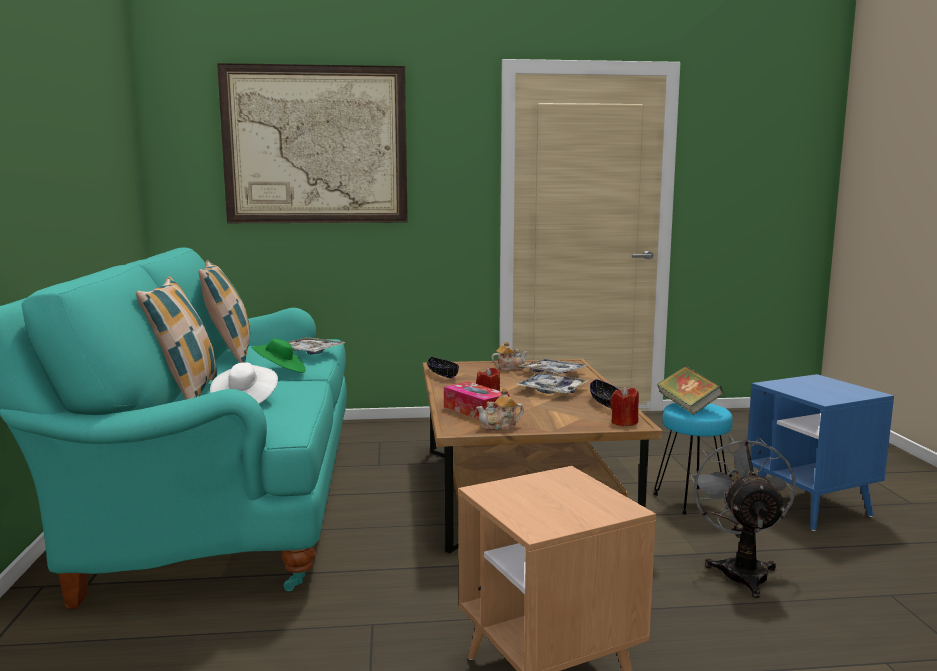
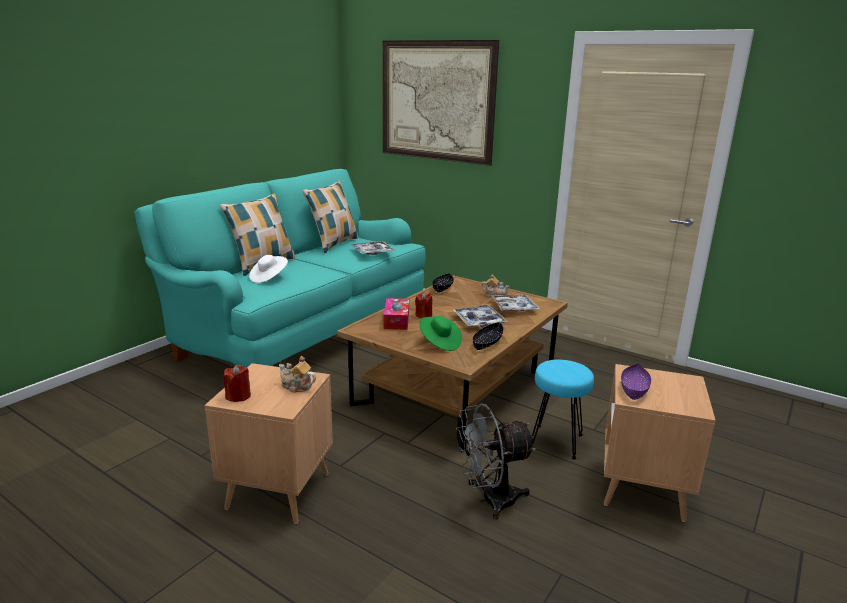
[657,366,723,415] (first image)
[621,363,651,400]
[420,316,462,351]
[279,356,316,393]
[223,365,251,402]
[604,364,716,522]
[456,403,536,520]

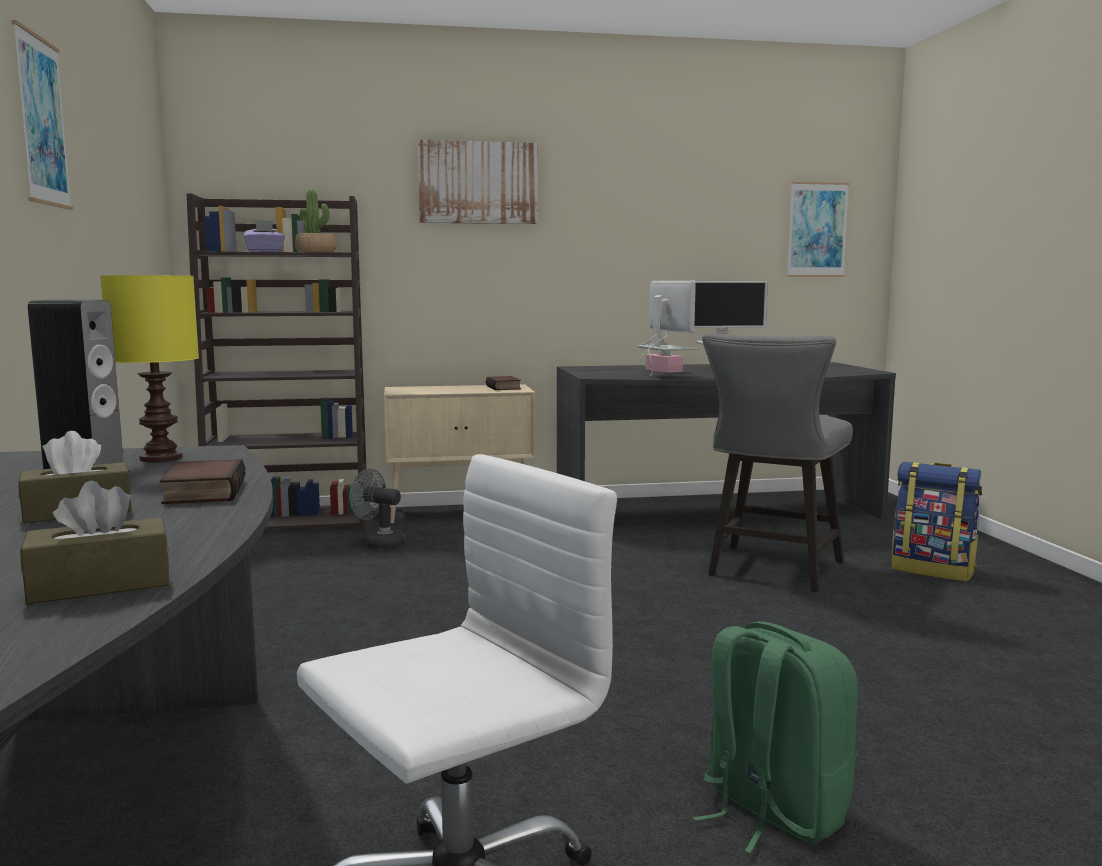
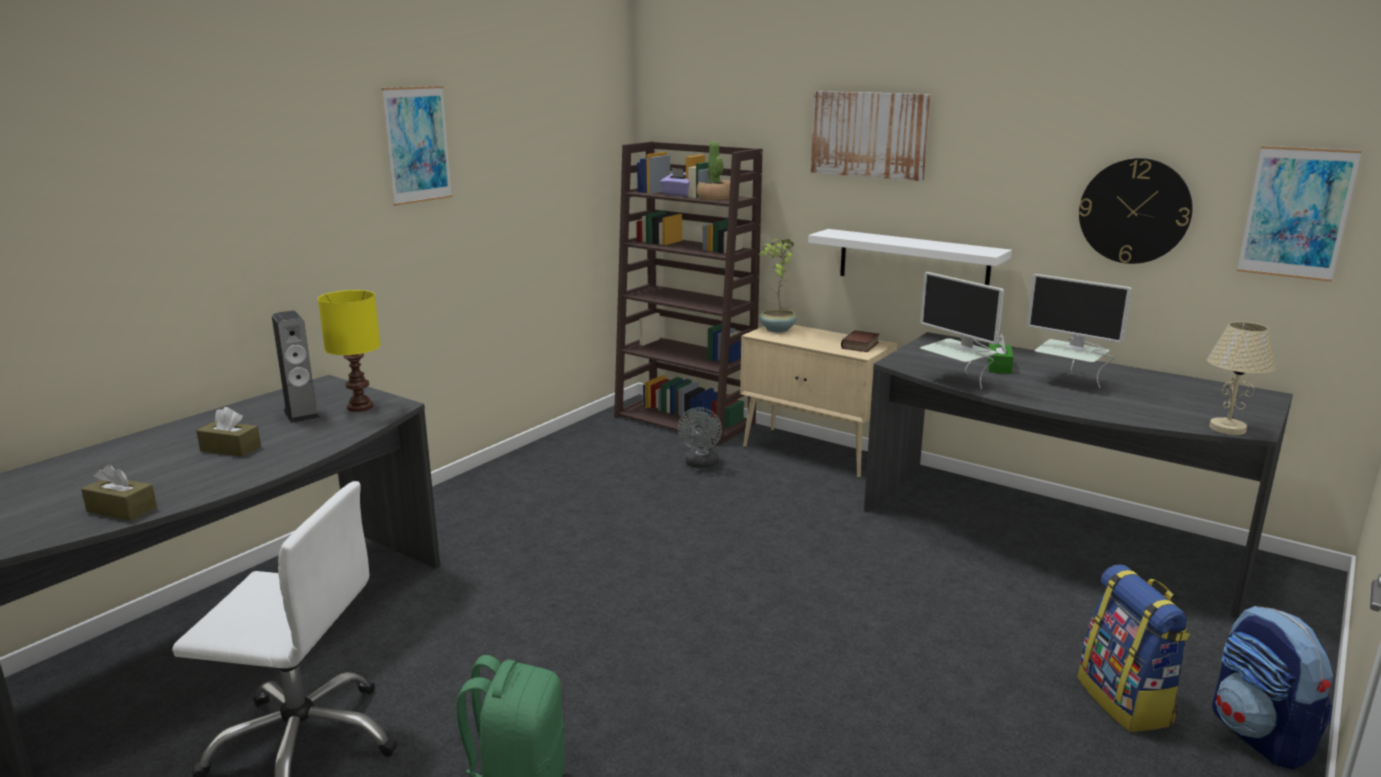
[160,459,245,504] (first image)
[702,333,853,592] (first image)
[758,239,796,332]
[808,229,1012,285]
[1079,158,1193,264]
[1207,322,1276,435]
[1212,606,1333,770]
[987,333,1014,374]
[678,407,722,468]
[920,272,1004,389]

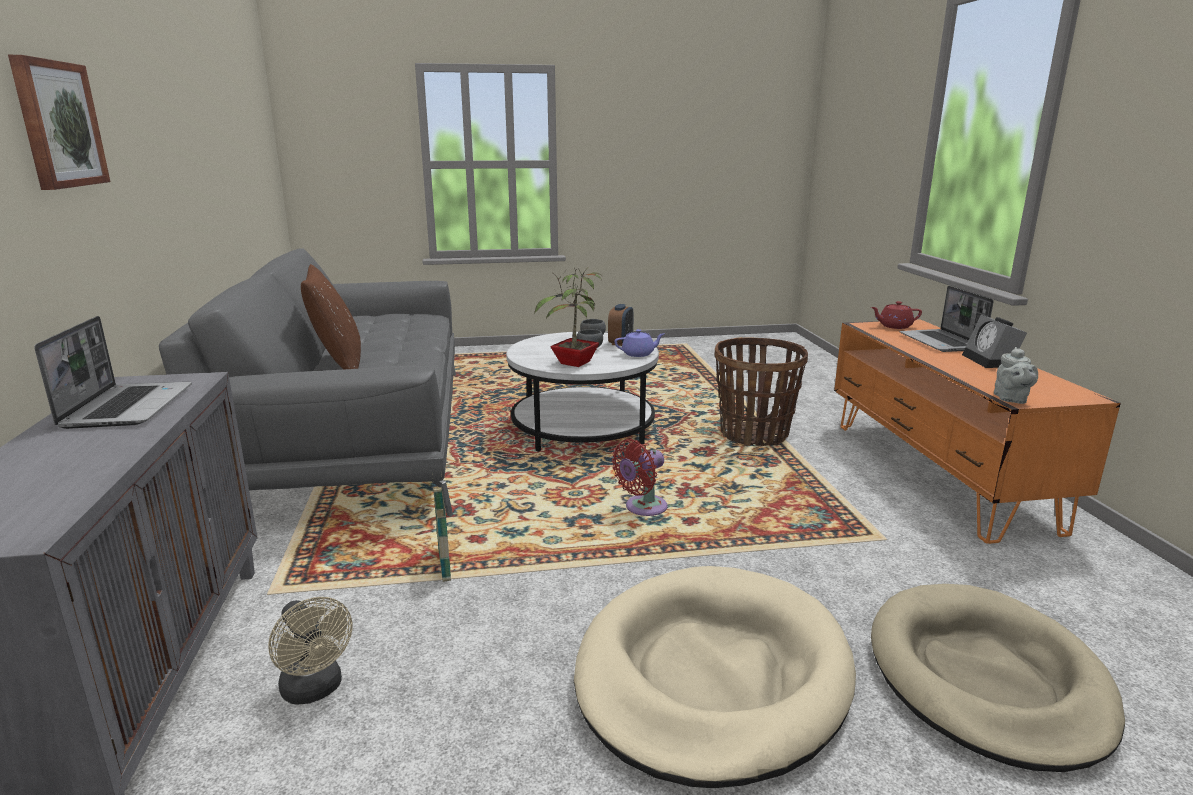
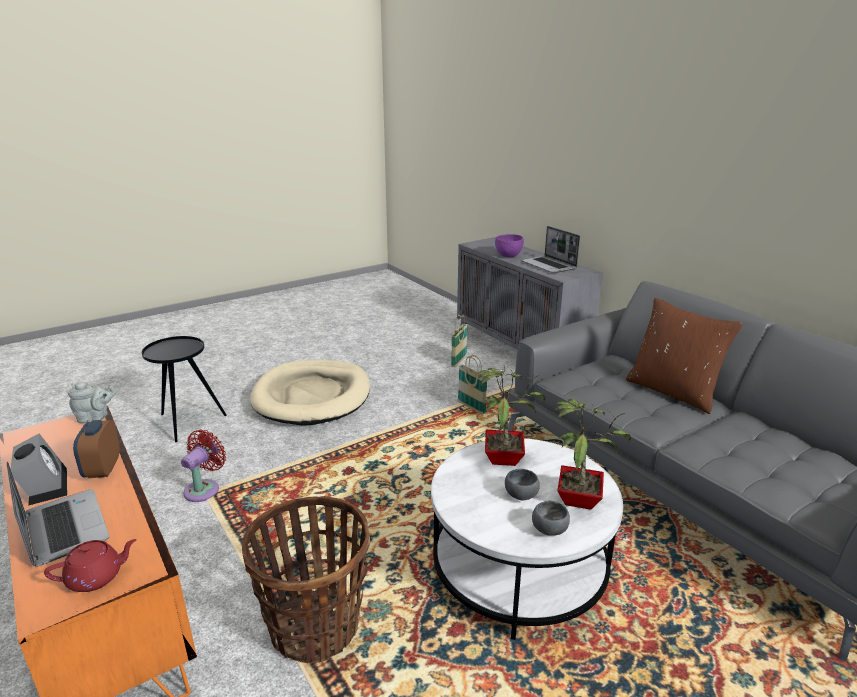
[8,55,110,190] (first image)
[614,329,665,357] (first image)
[495,234,524,257]
[554,399,631,510]
[73,420,120,478]
[181,430,226,502]
[451,315,467,367]
[142,336,227,442]
[68,382,117,423]

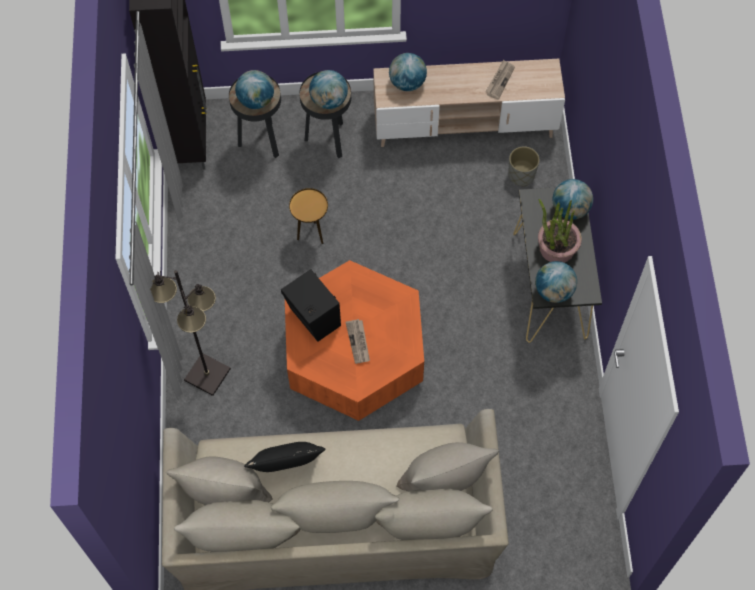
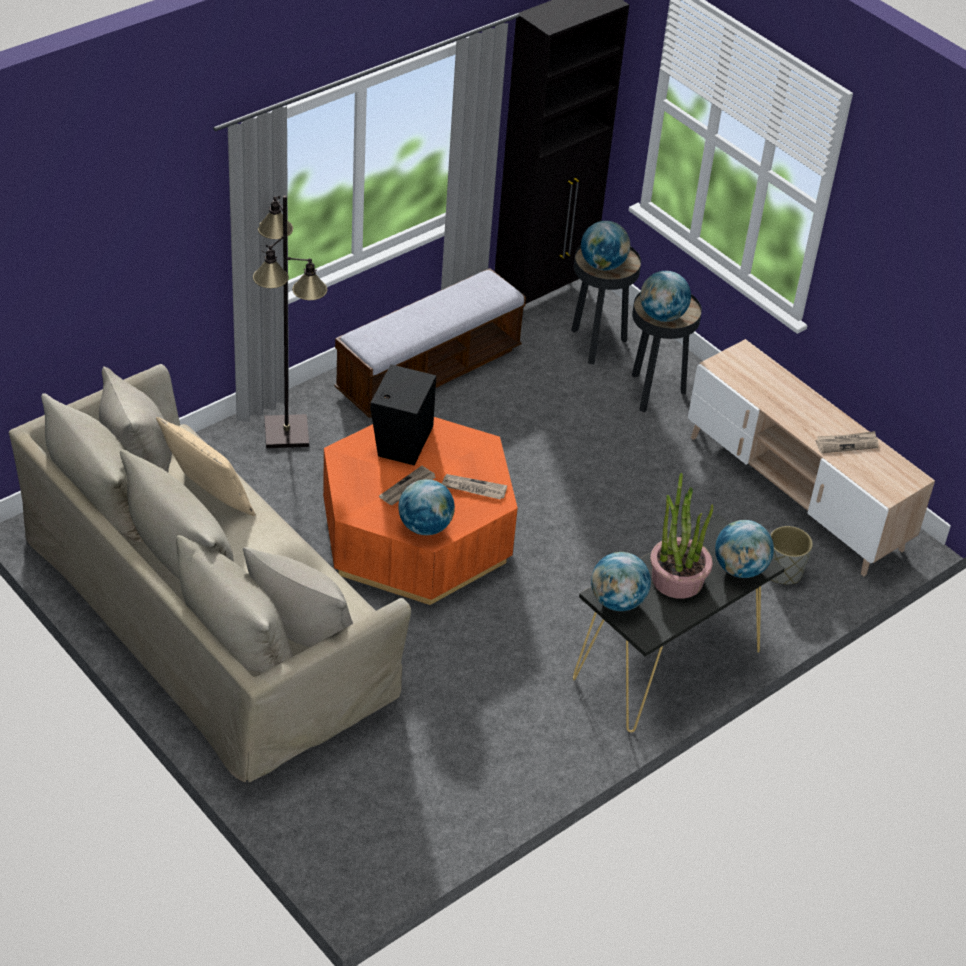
[289,188,328,244] (first image)
[335,268,526,418]
[441,474,507,500]
[398,479,455,535]
[156,417,256,516]

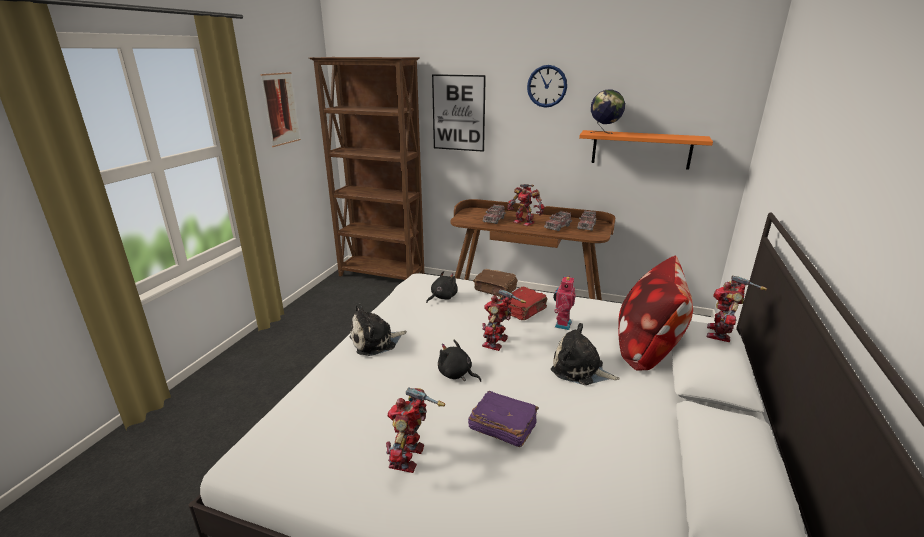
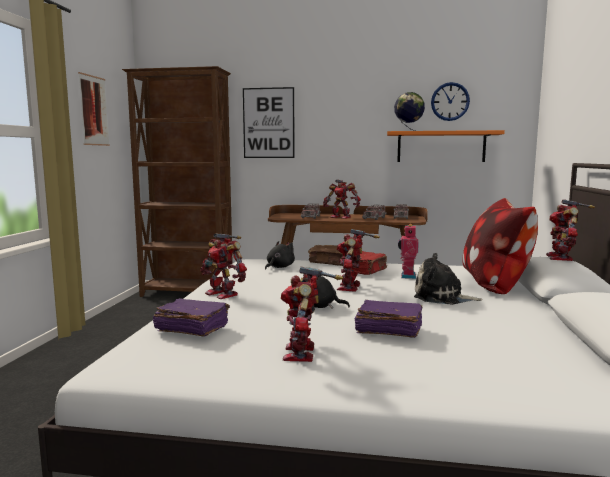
[153,298,230,337]
[431,82,470,121]
[200,233,247,299]

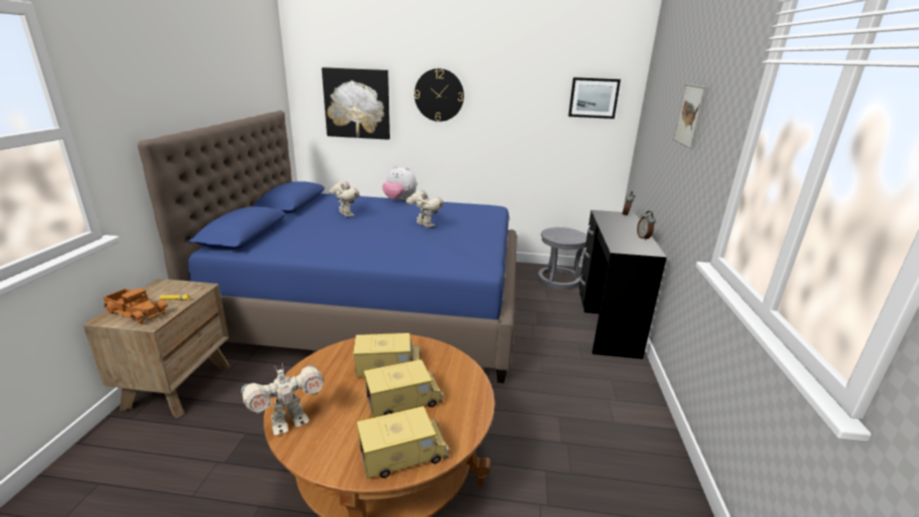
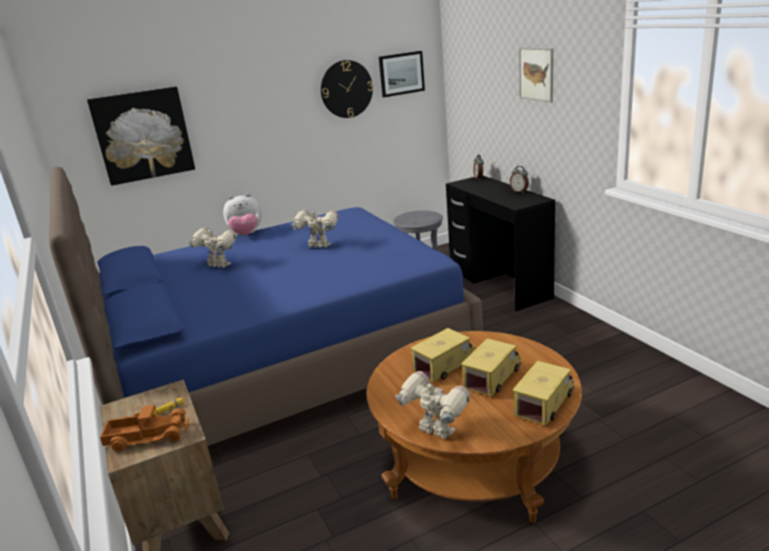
[321,60,373,118]
[395,371,470,439]

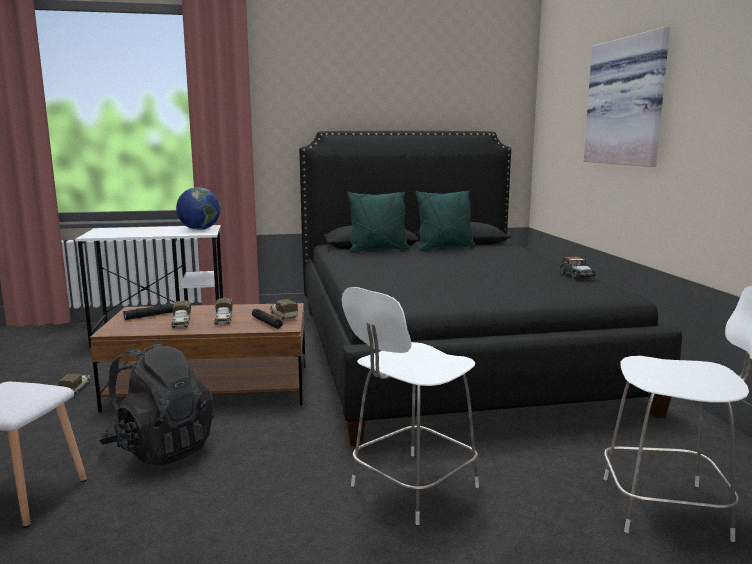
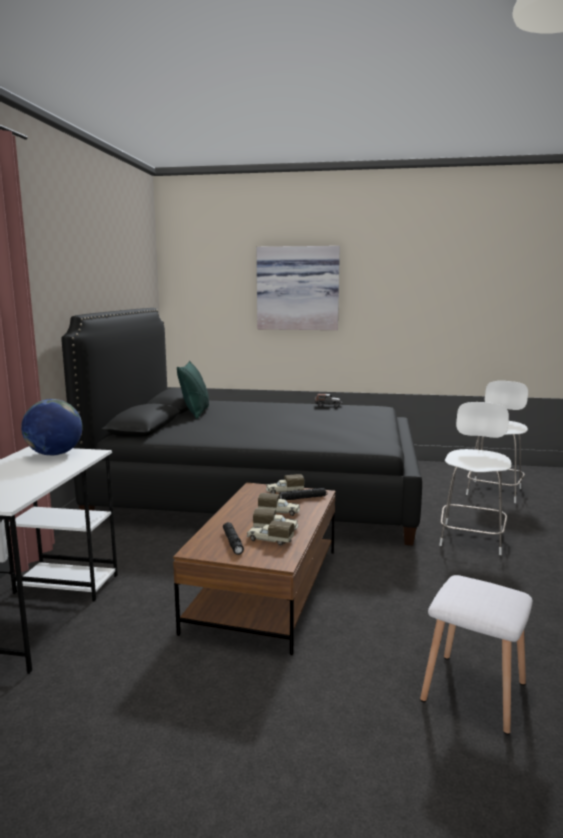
[99,341,214,466] (first image)
[347,192,410,253] (first image)
[247,520,294,545]
[439,402,512,555]

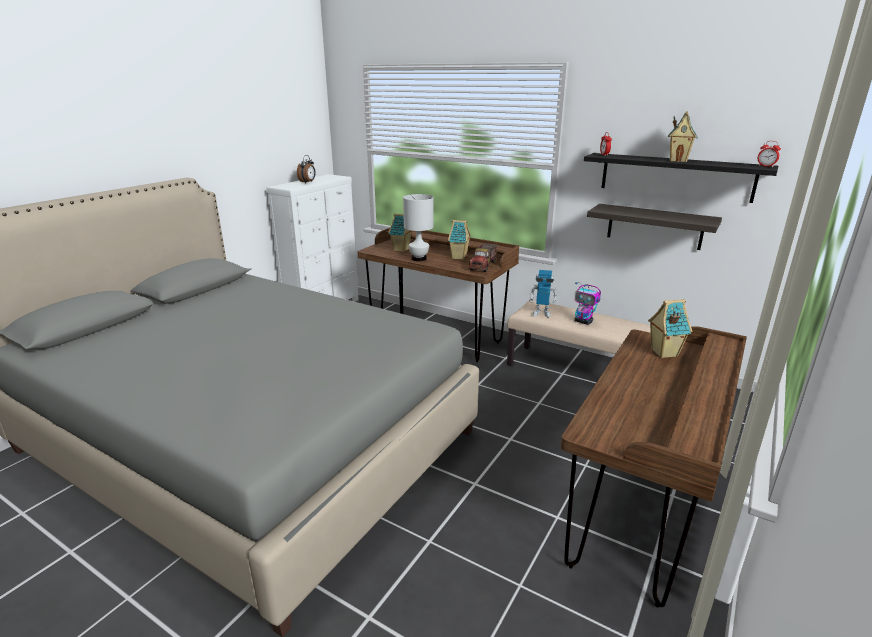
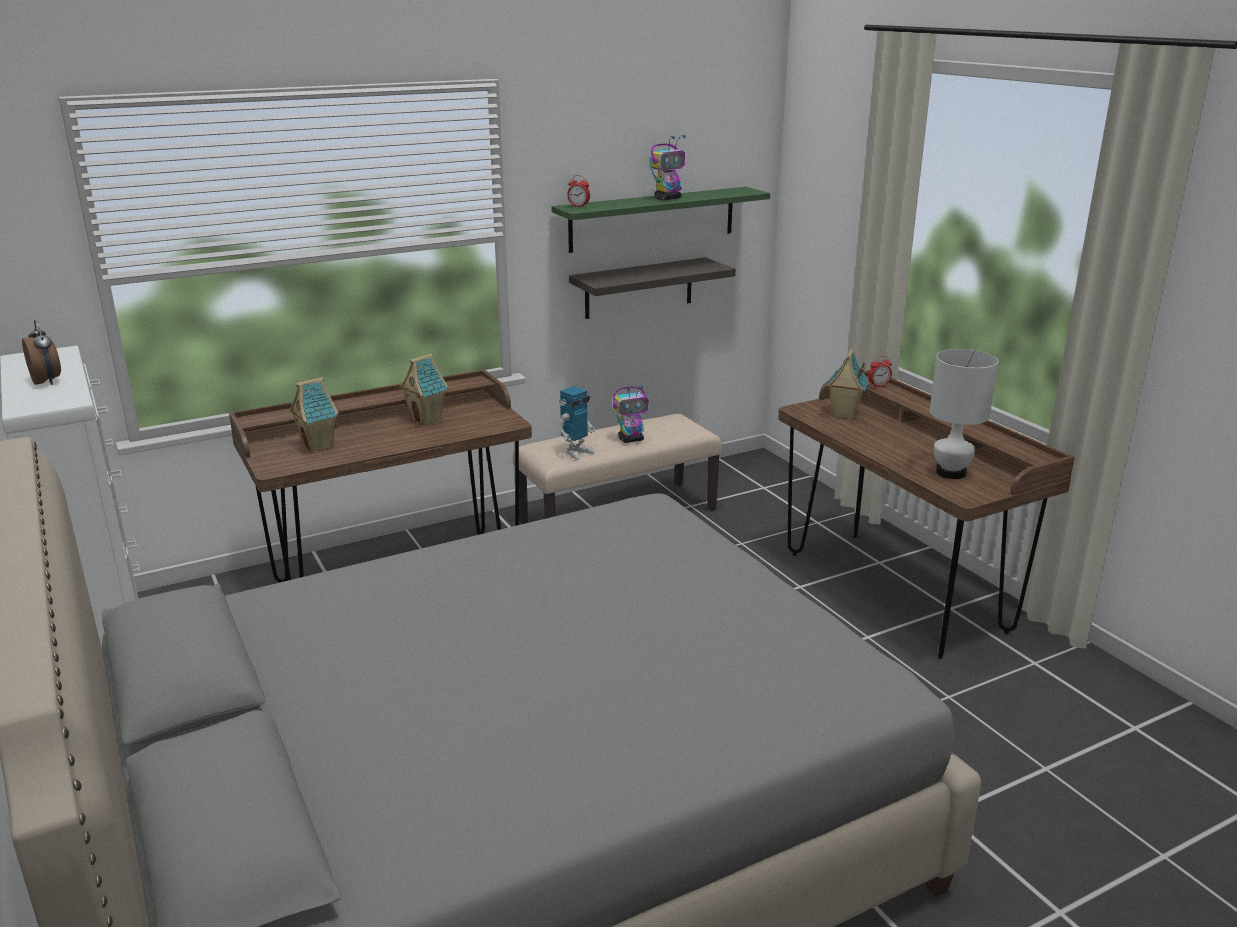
[469,243,497,272] (first image)
[930,349,999,479]
[868,356,892,388]
[649,135,686,200]
[552,187,770,253]

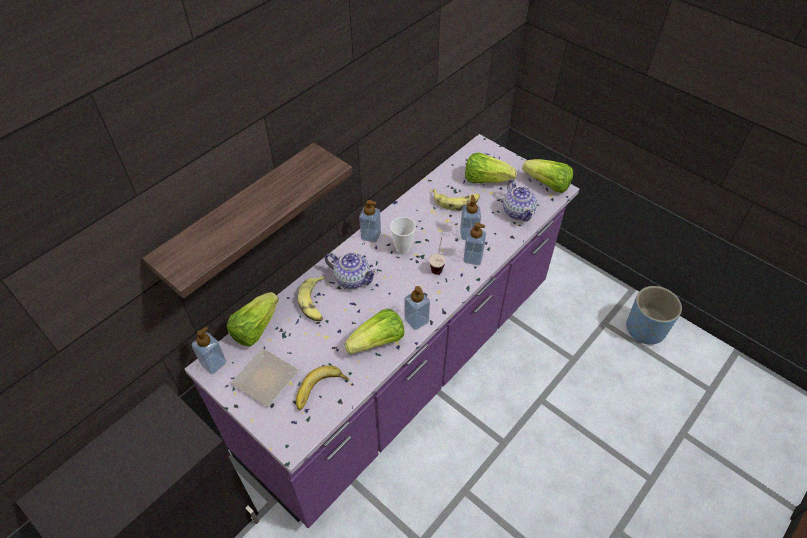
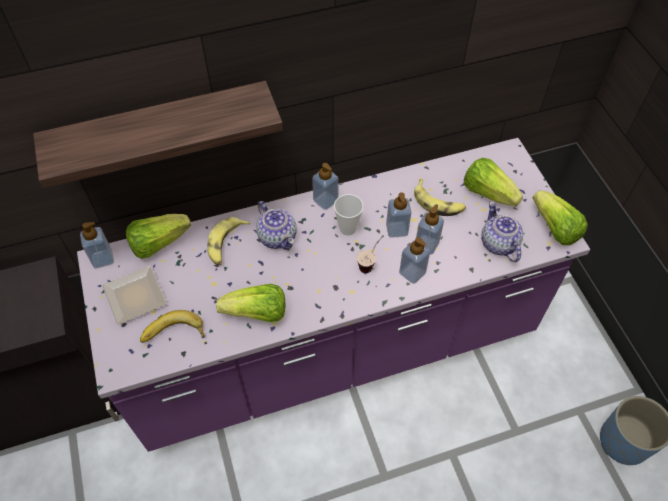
[386,192,412,238]
[481,201,523,262]

